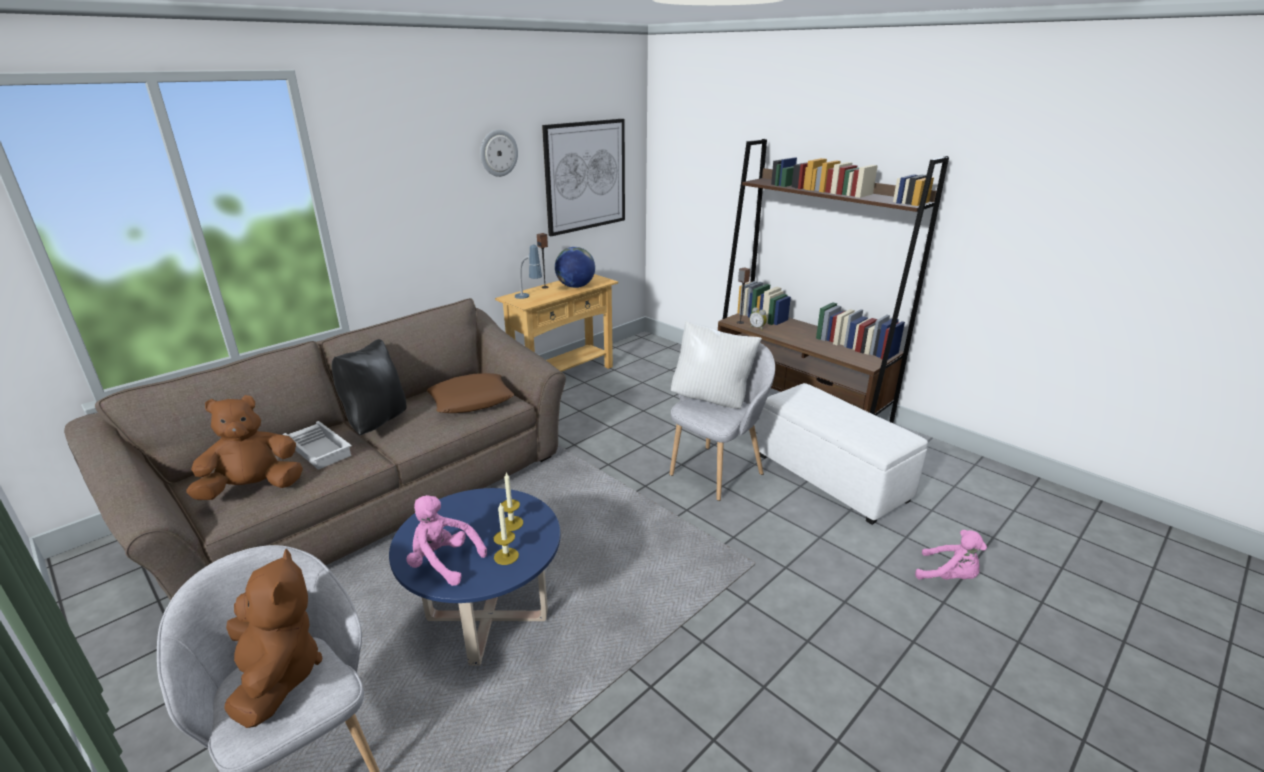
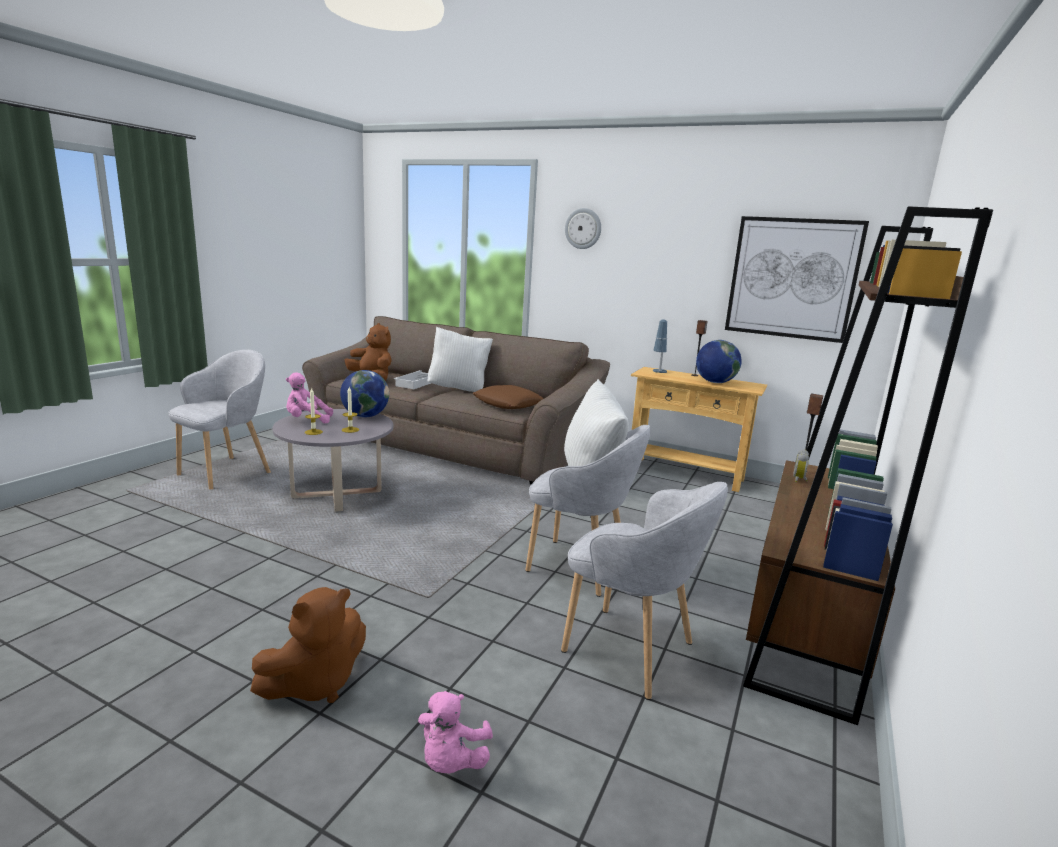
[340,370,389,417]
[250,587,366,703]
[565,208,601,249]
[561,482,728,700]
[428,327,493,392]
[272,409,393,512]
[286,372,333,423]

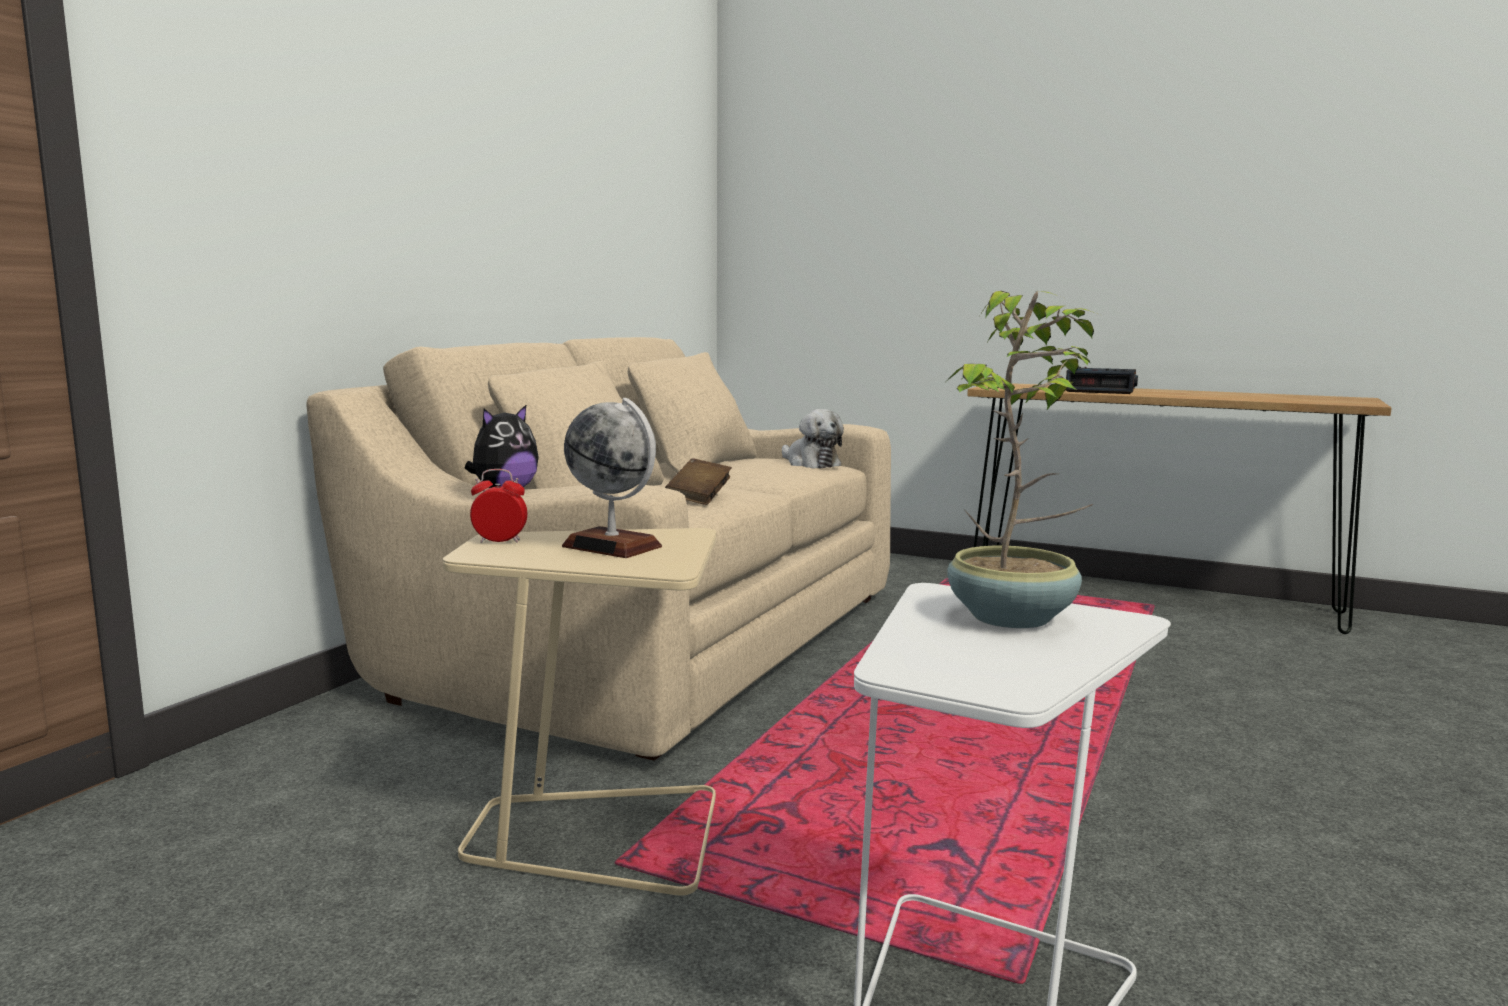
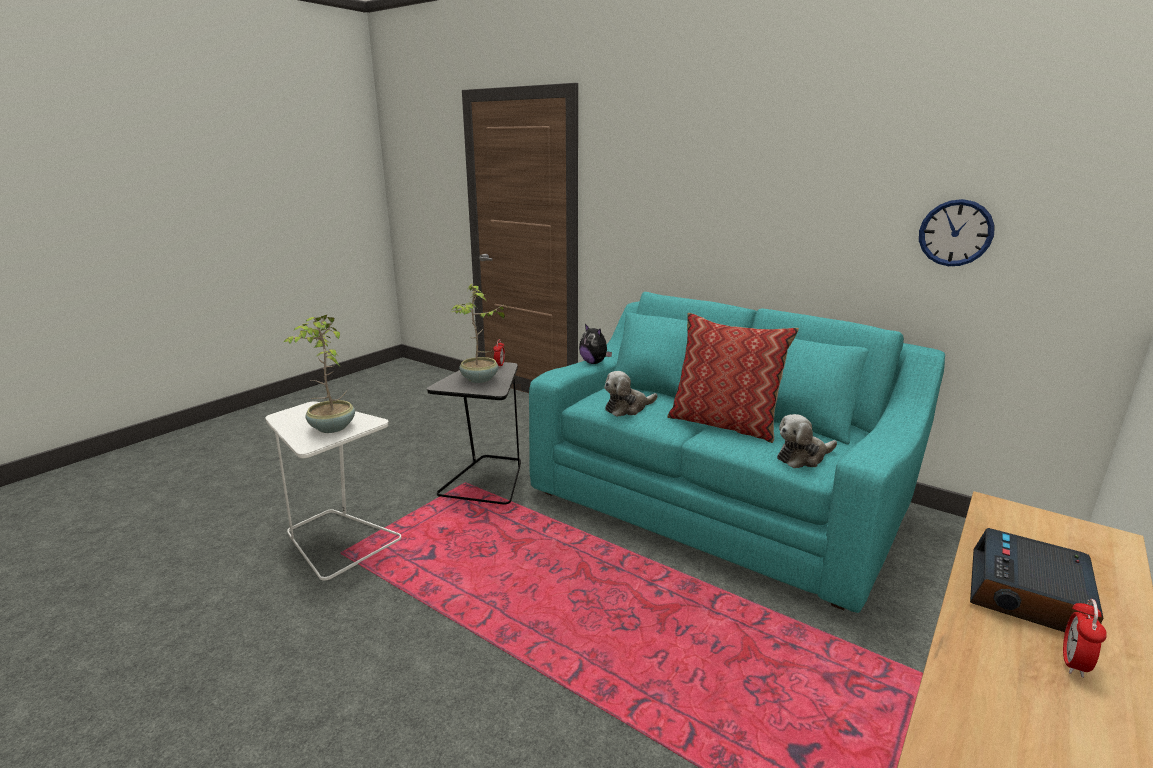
[667,313,799,443]
[919,199,995,266]
[1063,599,1107,678]
[451,284,508,383]
[604,371,658,417]
[529,292,945,613]
[427,362,521,504]

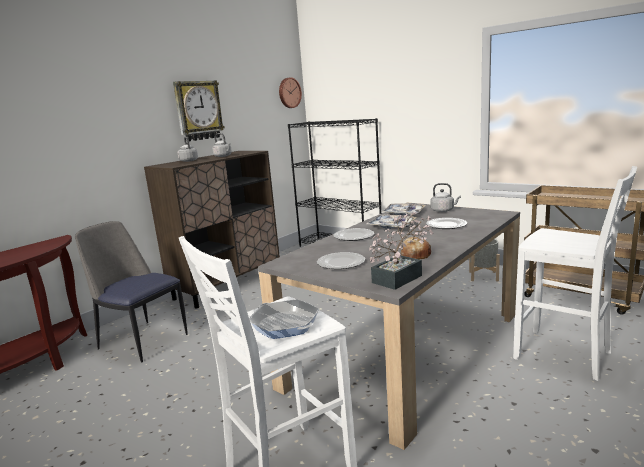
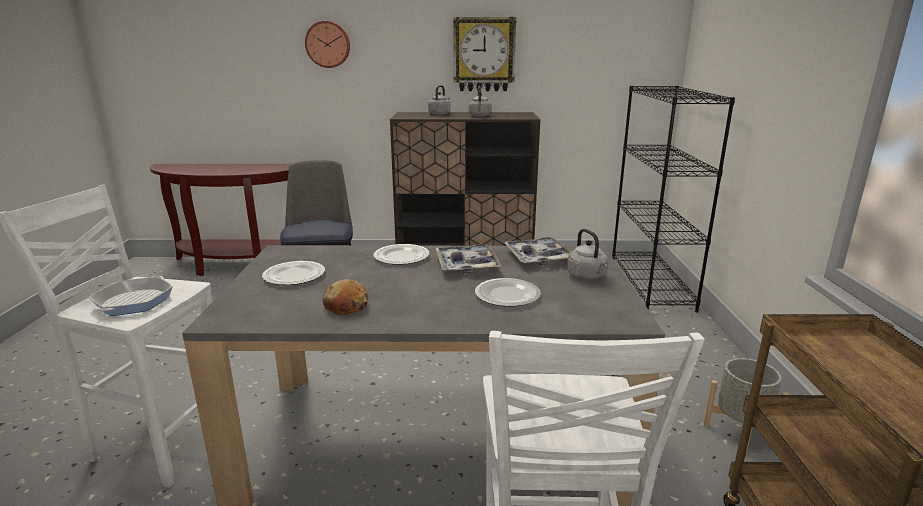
[369,212,433,290] (first image)
[305,21,350,68]

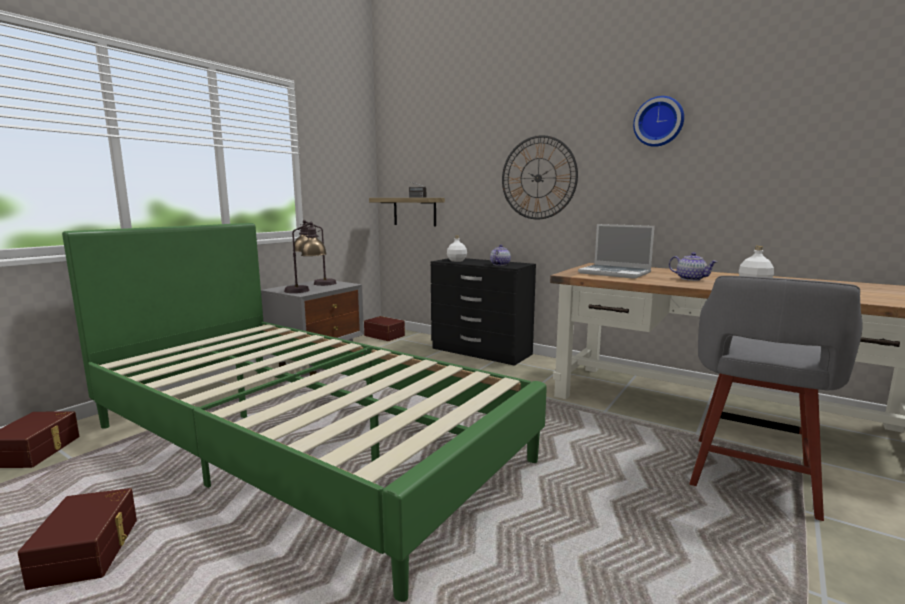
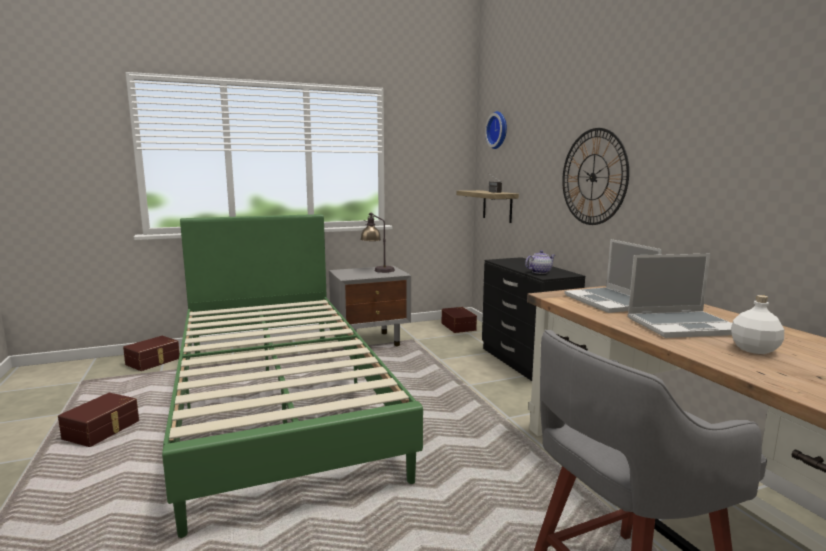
[284,222,327,293] (first image)
[447,235,467,262] (first image)
[485,111,507,149]
[627,254,732,338]

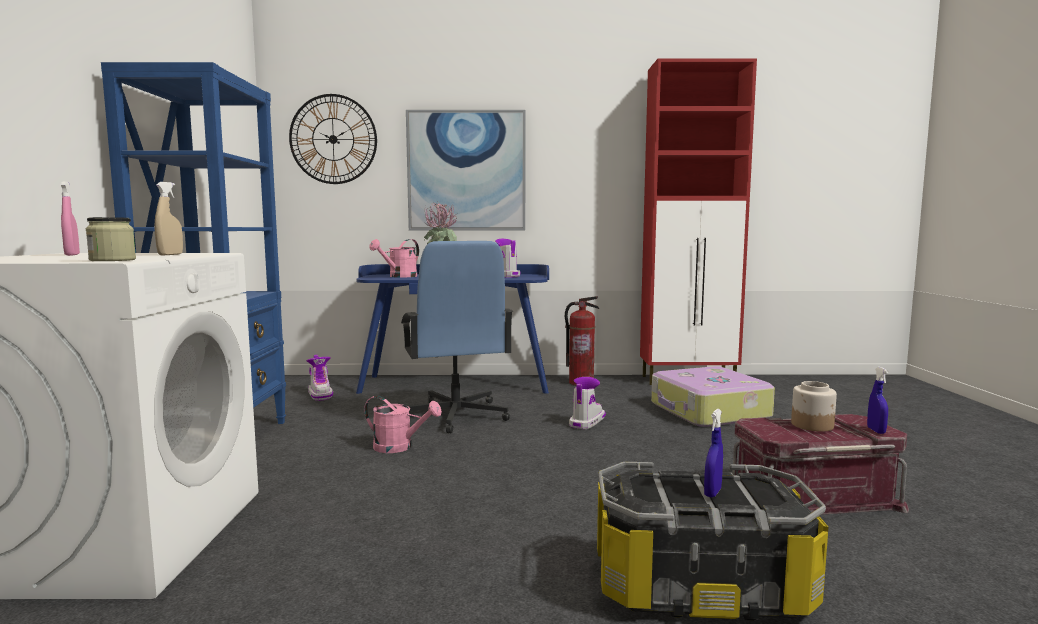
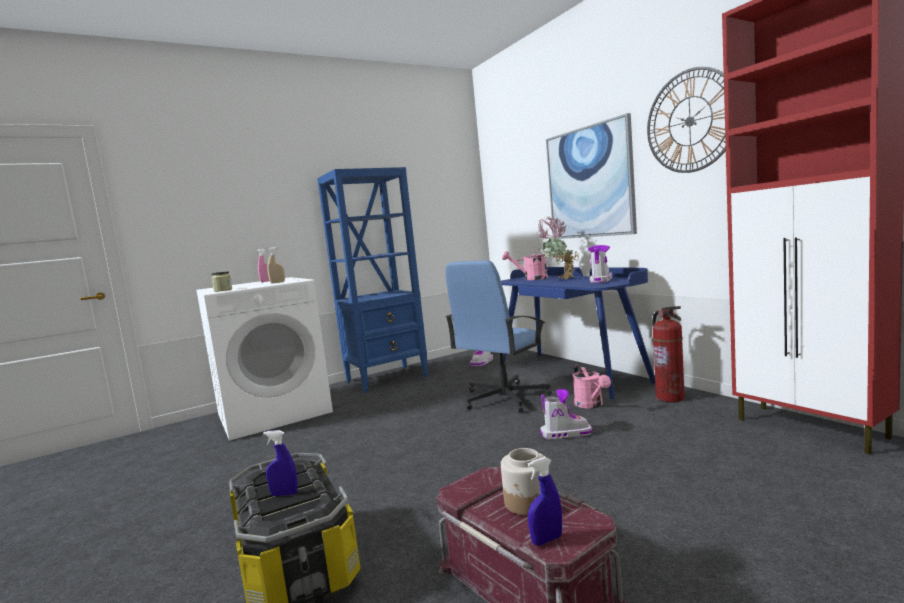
[651,366,775,427] (first image)
[647,67,726,173]
[573,363,611,408]

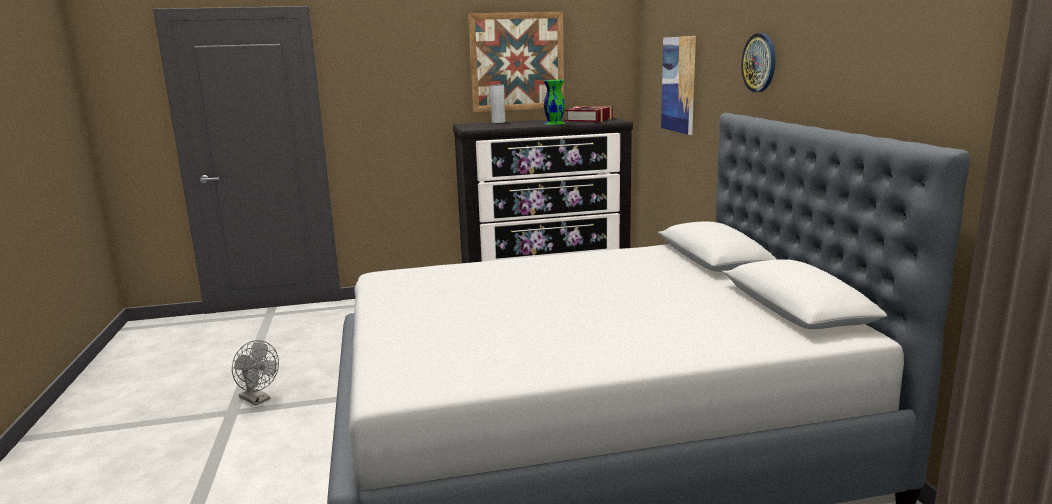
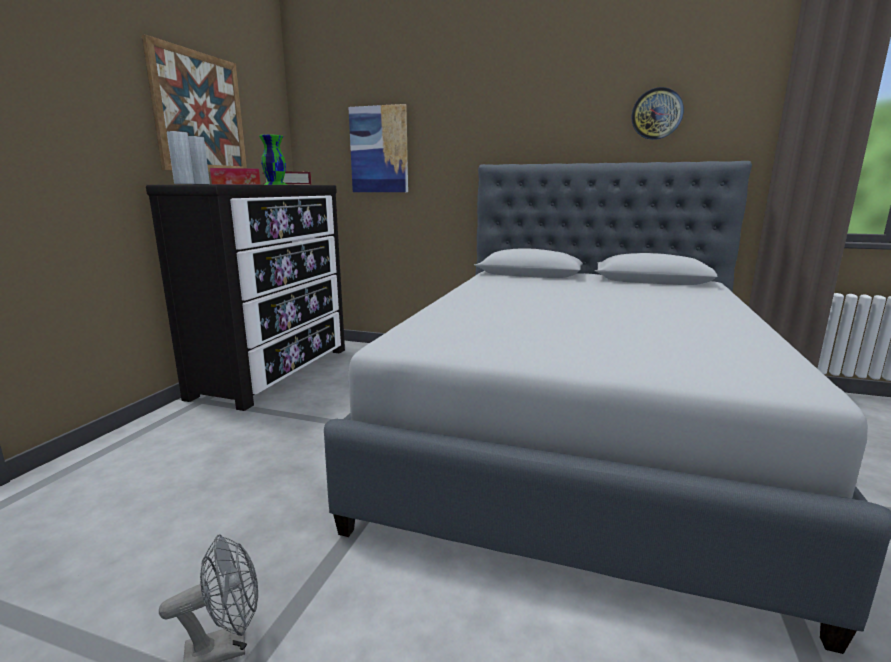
[167,131,194,184]
[210,168,261,185]
[632,87,684,140]

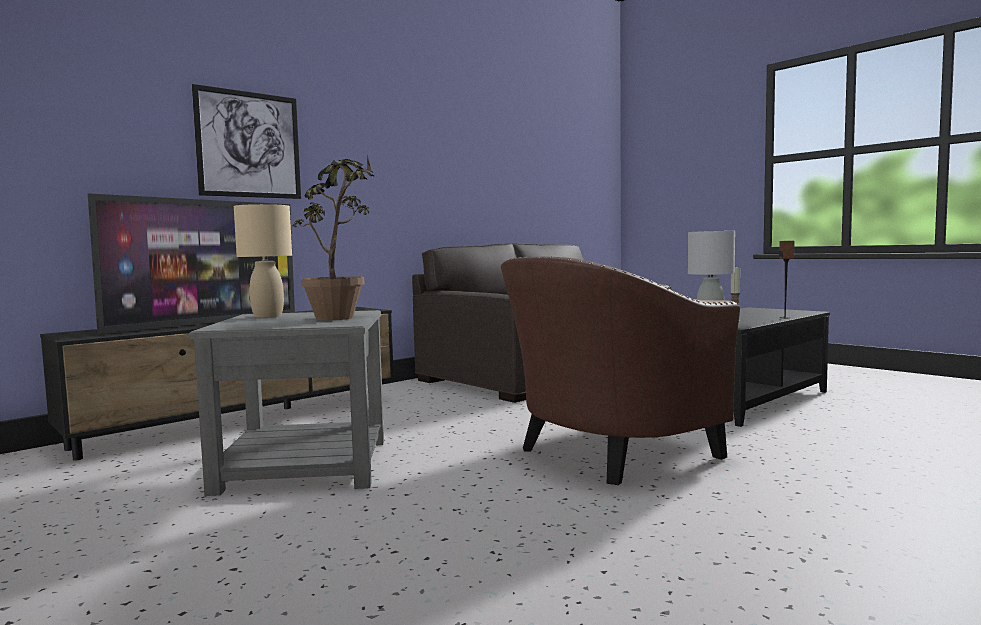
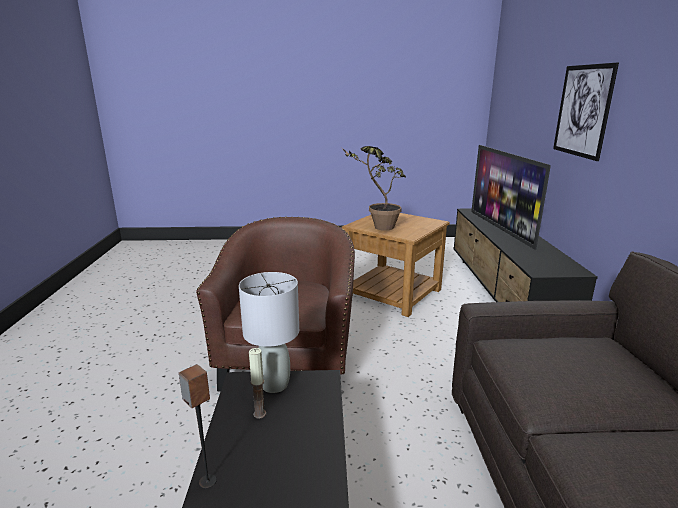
[234,204,292,318] (first image)
[342,213,450,317]

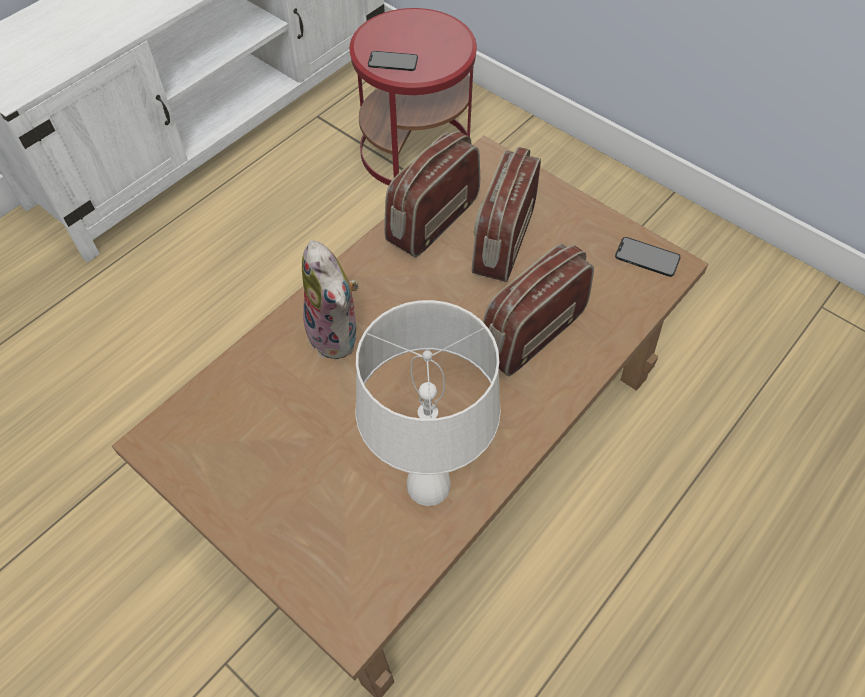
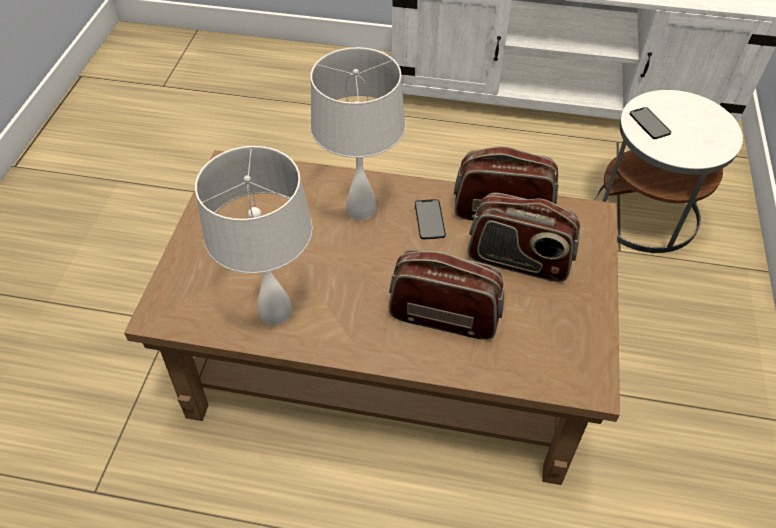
[415,199,446,240]
[311,47,406,220]
[595,90,743,253]
[468,193,580,282]

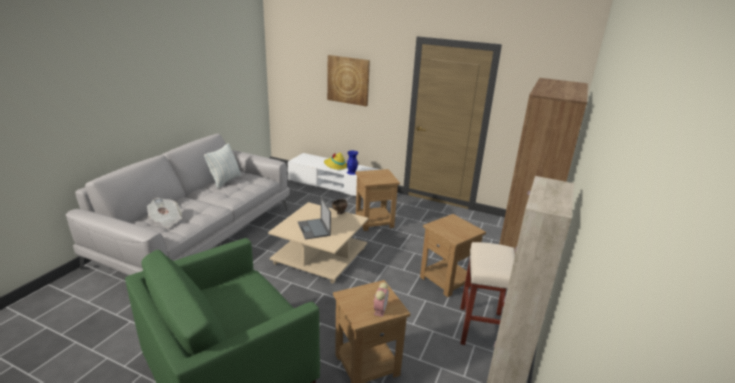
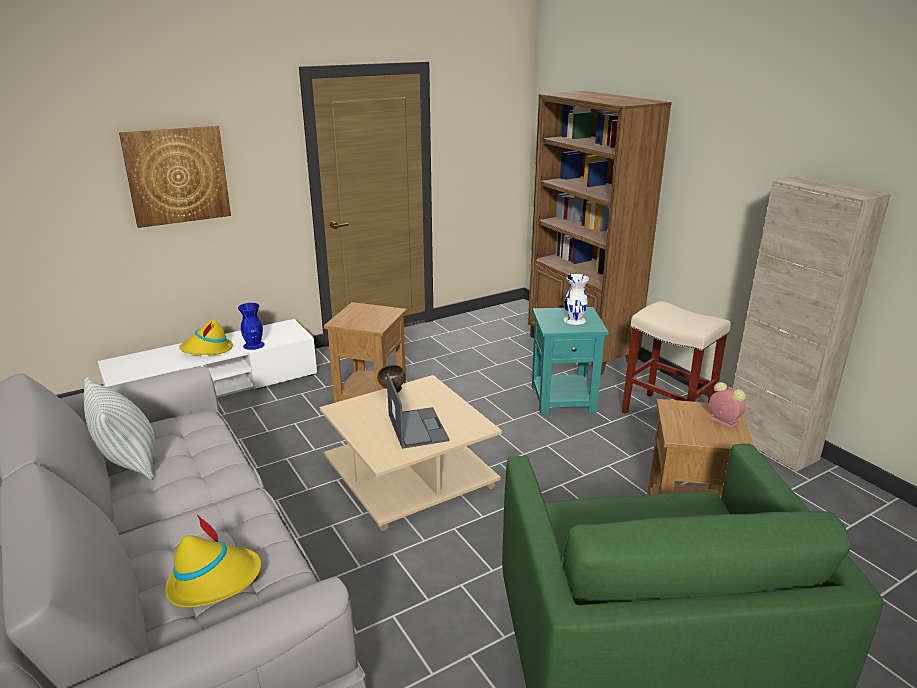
[563,274,589,325]
[165,514,261,607]
[532,307,609,414]
[387,373,450,449]

